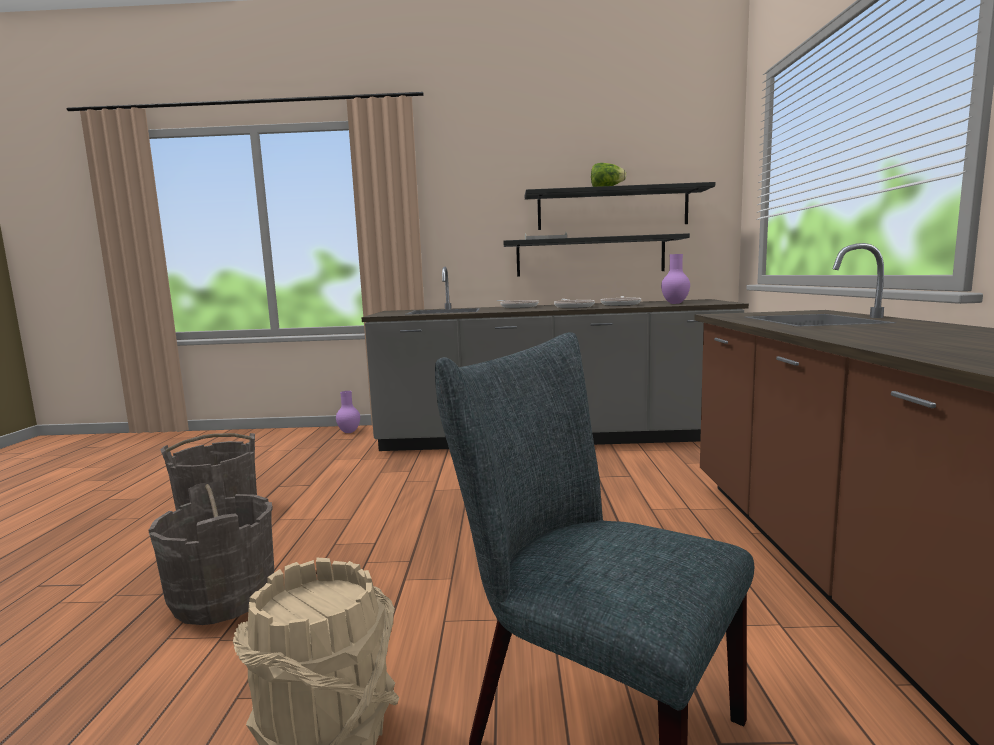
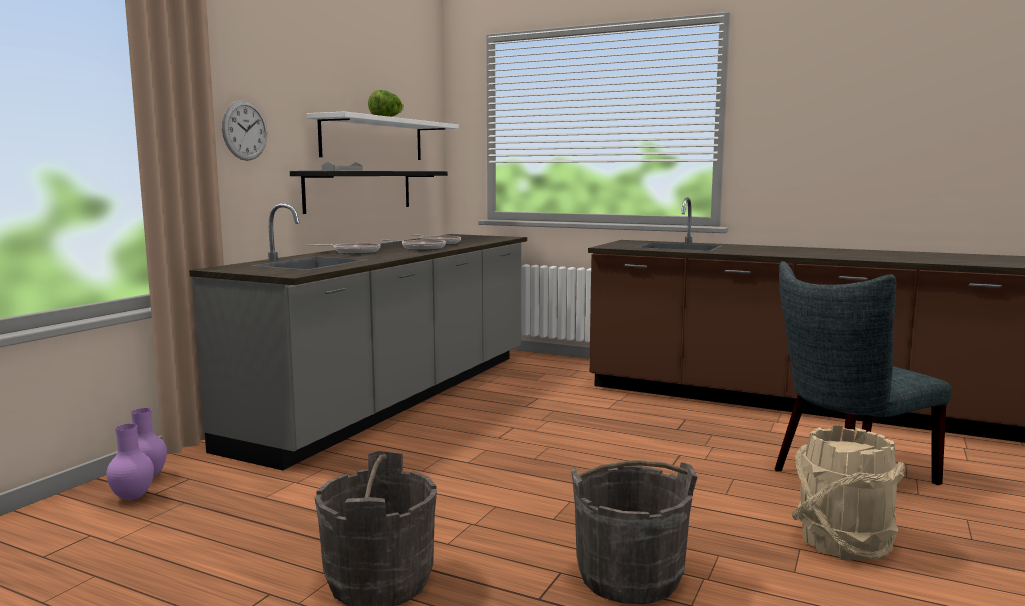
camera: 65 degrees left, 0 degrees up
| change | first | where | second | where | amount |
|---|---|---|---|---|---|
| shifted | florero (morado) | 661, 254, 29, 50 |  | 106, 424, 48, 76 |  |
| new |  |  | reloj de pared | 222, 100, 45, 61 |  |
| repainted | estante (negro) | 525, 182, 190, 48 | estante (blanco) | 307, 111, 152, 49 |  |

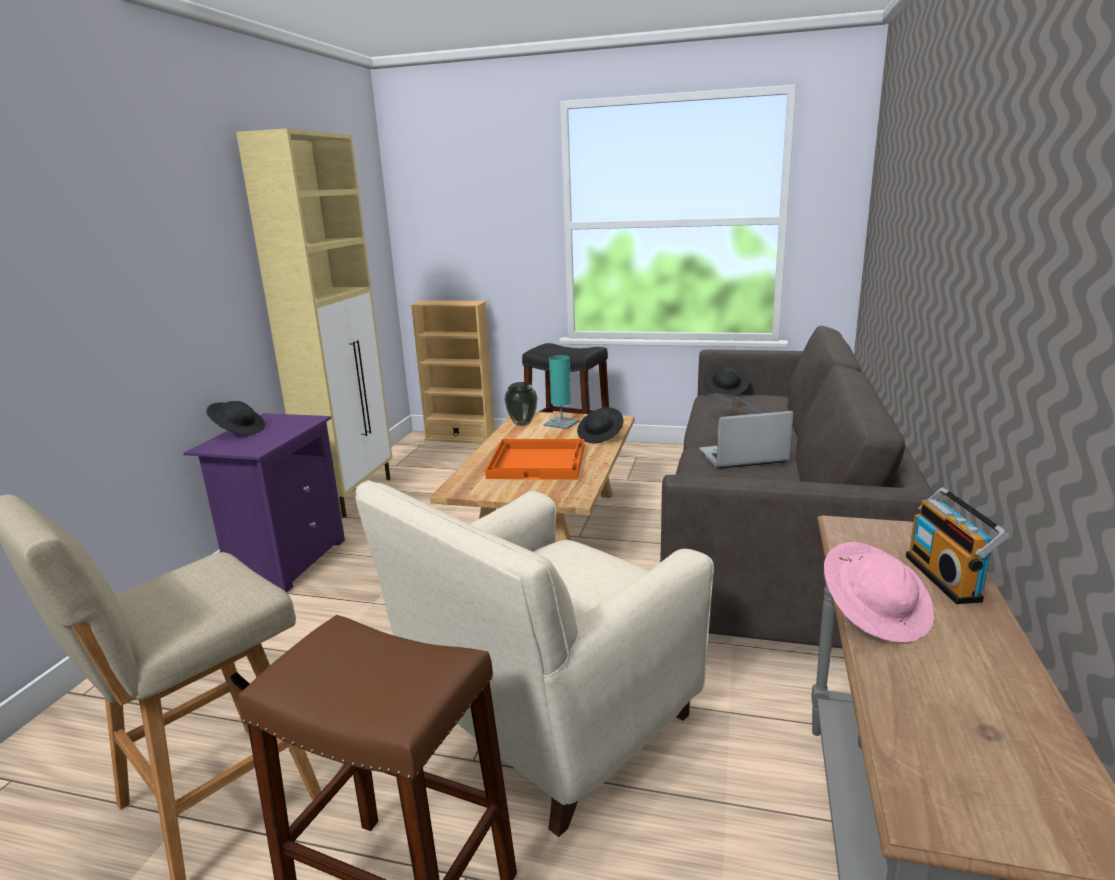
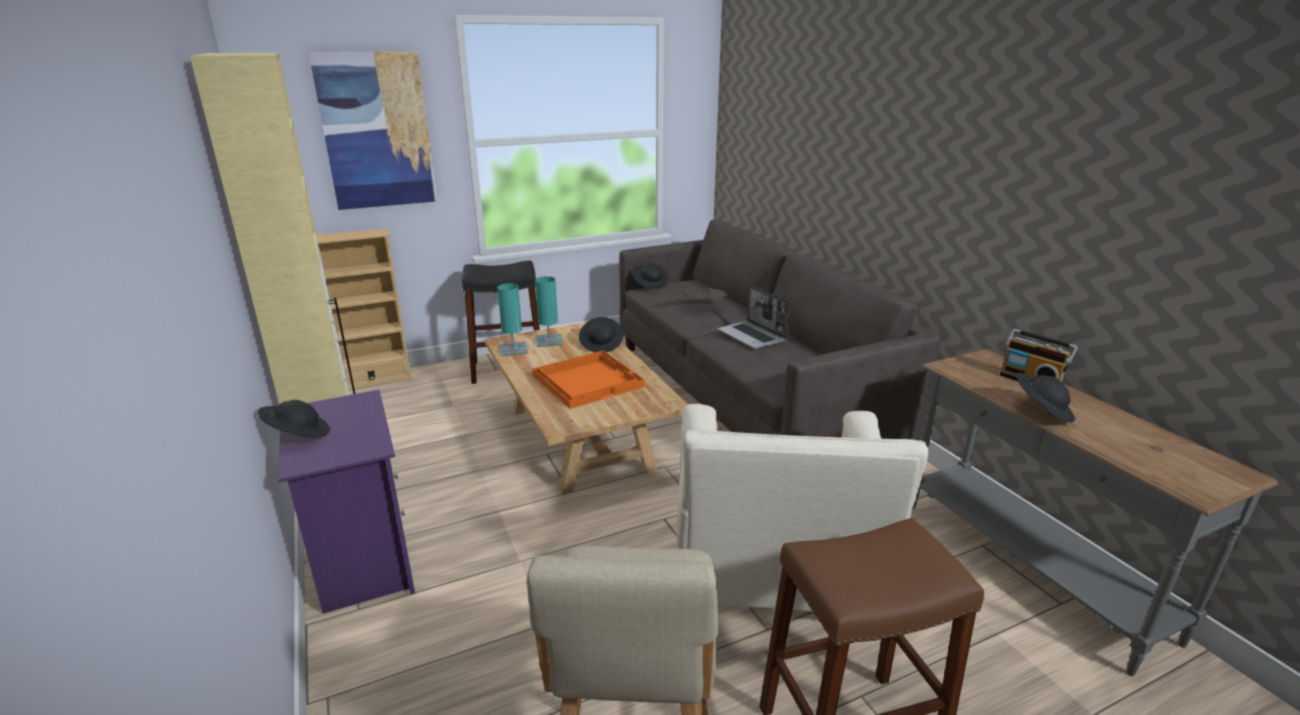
camera: 40 degrees left, 5 degrees up
| change | first | where | second | where | amount |
|---|---|---|---|---|---|
| new |  |  | cuadro | 309, 51, 128, 159 |  |
| swapped | florero | 504, 382, 33, 44 | lámpara de mesa (turquesa) | 497, 283, 31, 73 |  |
| rotated | portátil | 699, 411, 95, 58 |  | 718, 285, 72, 64 | 75 degrees counterclockwise |
| repainted | sombrero (rosa) | 824, 542, 110, 101 | sombrero (negro) | 1017, 372, 58, 51 |  |

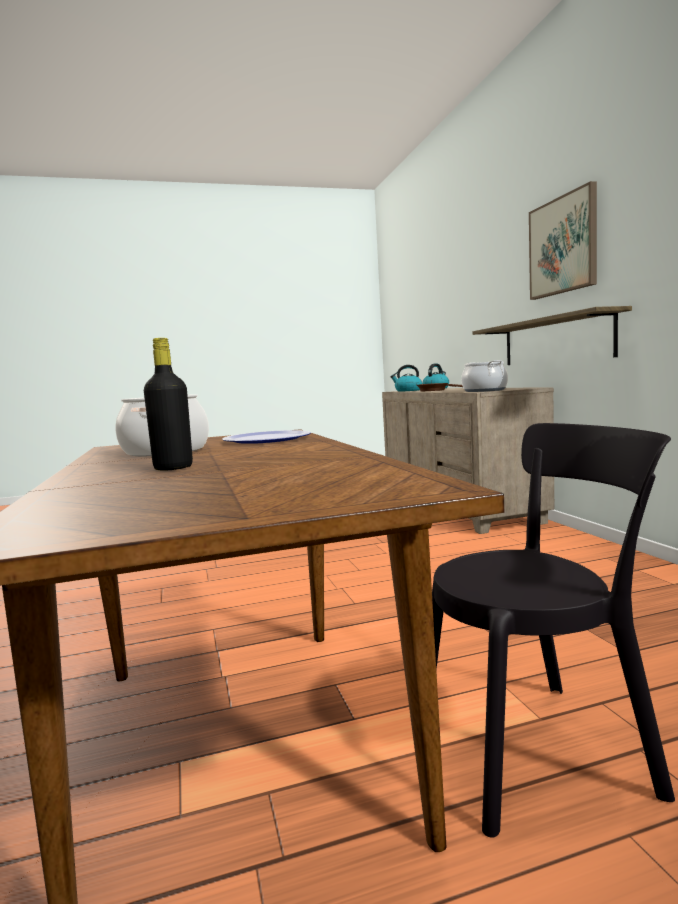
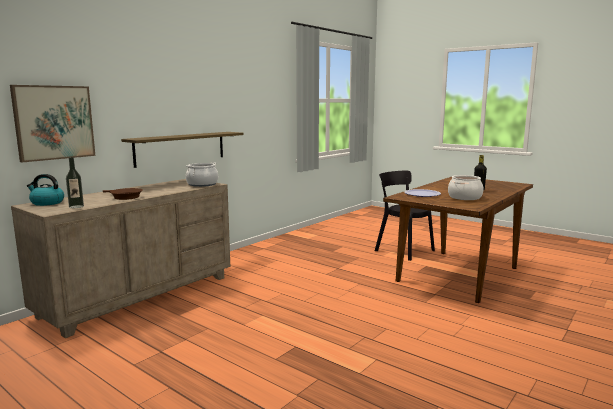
camera: 125 degrees left, 5 degrees up
| change | first | where | second | where | amount |
|---|---|---|---|---|---|
| shifted | cuadro | 529, 181, 68, 119 |  | 10, 85, 85, 78 |  |
| swapped | hervidor | 390, 365, 32, 27 | botella | 66, 157, 18, 51 |  |

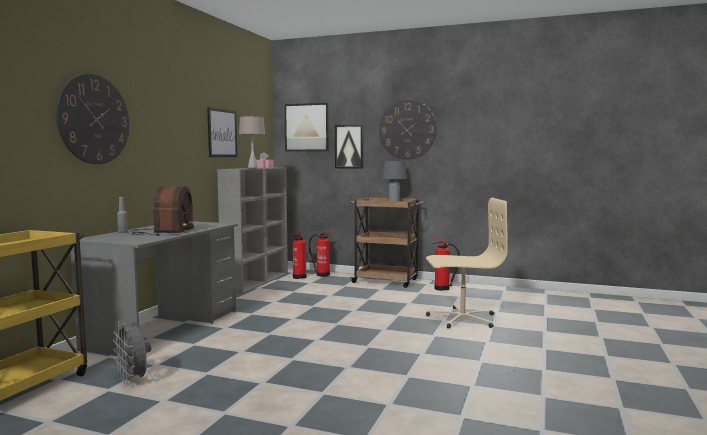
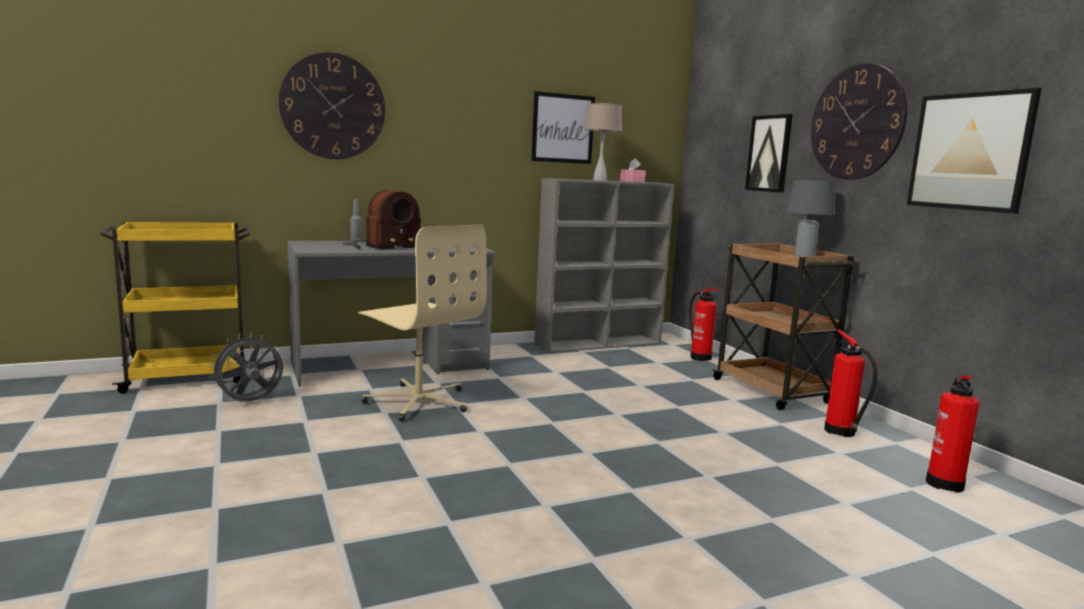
camera: 45 degrees right, 5 degrees up
| change | first | where | second | where | amount |
|---|---|---|---|---|---|
| rotated | ventilador (gris) | 113, 321, 38, 63 |  | 209, 333, 74, 69 | 45 degrees clockwise |
| shifted | silla de oficina (beis) | 426, 198, 82, 131 |  | 357, 225, 130, 196 |  |
| shifted | cuadro | 284, 103, 45, 49 |  | 907, 88, 135, 126 |  |
| shifted | extintor | 293, 231, 13, 48 |  | 926, 376, 53, 117 |  |

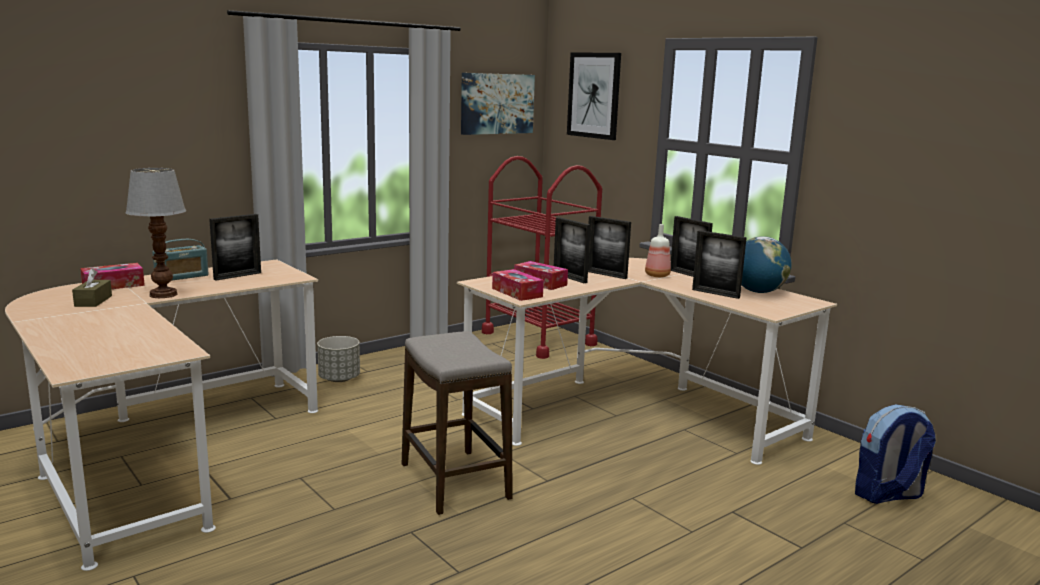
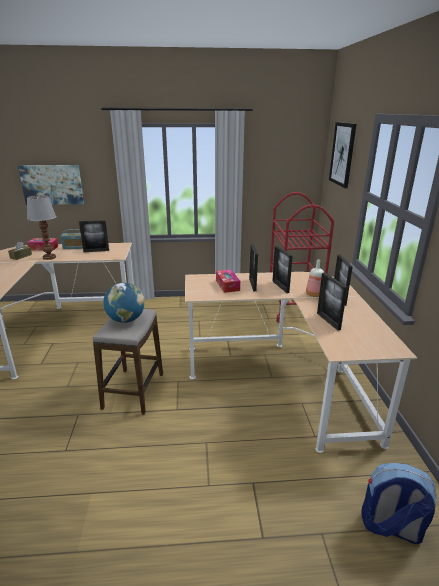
camera: 35 degrees right, 10 degrees up
| change | first | where | second | where | amount |
|---|---|---|---|---|---|
| shifted | cuadro | 461, 73, 74, 62 |  | 18, 165, 66, 40 |  |
| shifted | globo terráqueo | 742, 236, 50, 57 |  | 103, 282, 42, 41 |  |
| gone | maceta (gris) | 317, 336, 43, 46 |  |  |  |
| gone | caja de pañuelos | 492, 269, 52, 32 |  |  |  |

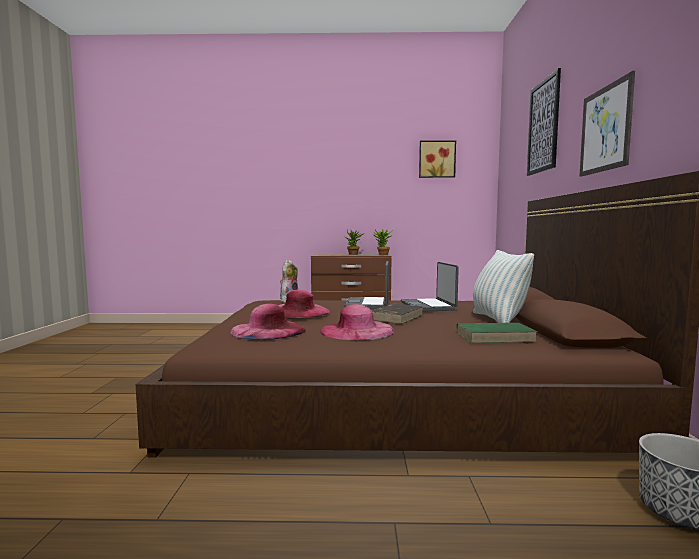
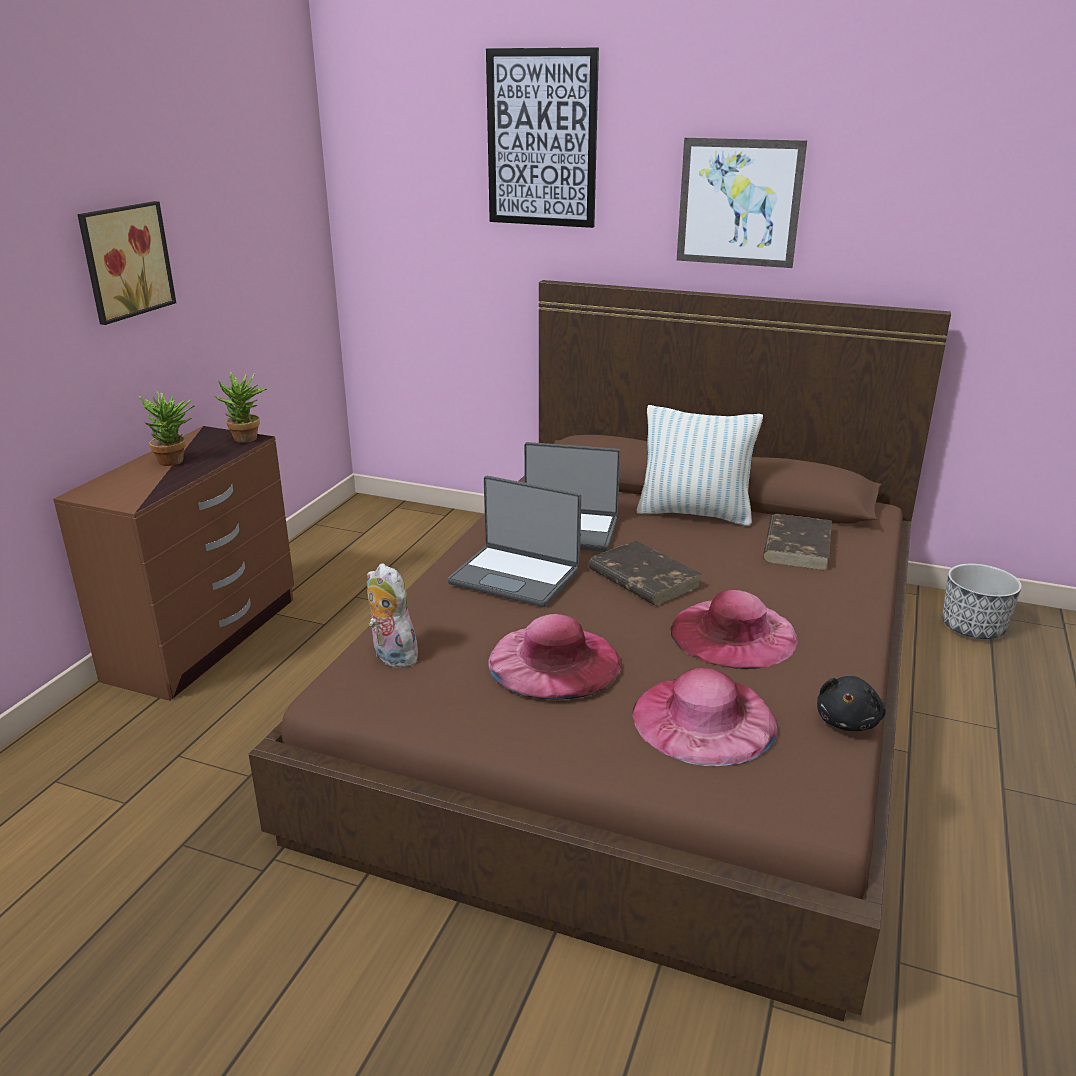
camera: 70 degrees left, 20 degrees up
| change | first | where | second | where | amount |
|---|---|---|---|---|---|
| shifted | cuadro | 419, 140, 37, 38 |  | 77, 201, 99, 124 |  |
| repainted | libro (verde) | 456, 323, 82, 20 | libro (marrón) | 763, 514, 69, 57 |  |
| new |  |  | peluche (negro) | 817, 676, 69, 55 |  |

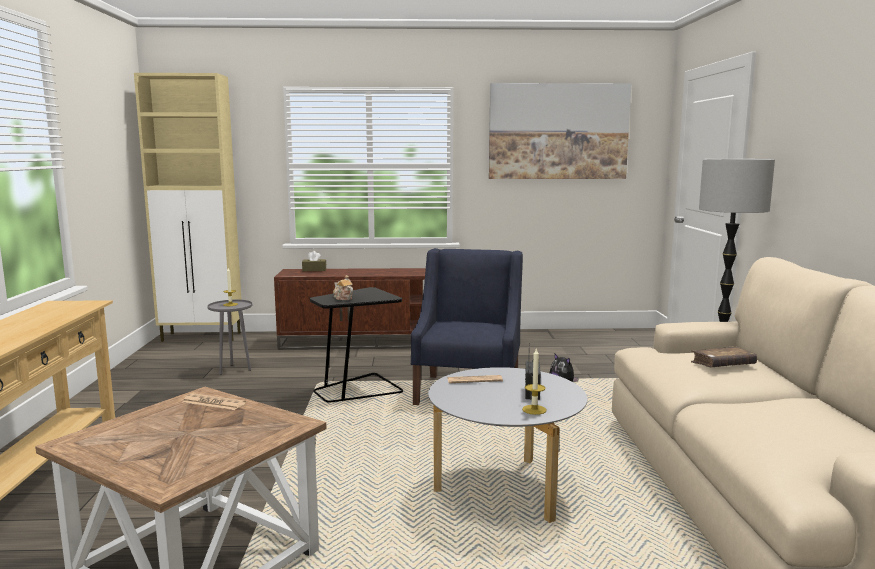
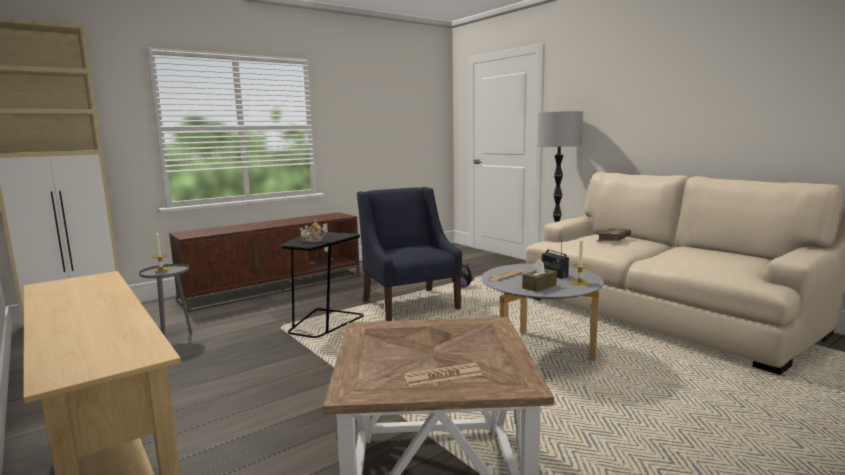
camera: 35 degrees left, 0 degrees up
| change | first | where | second | where | amount |
|---|---|---|---|---|---|
| shifted | periódico | 183, 393, 63, 17 |  | 404, 363, 78, 24 |  |
| shifted | caja de pañuelos (marrón) | 302, 251, 24, 20 |  | 522, 259, 35, 33 |  |
| gone | cuadro | 489, 83, 142, 96 |  |  |  |

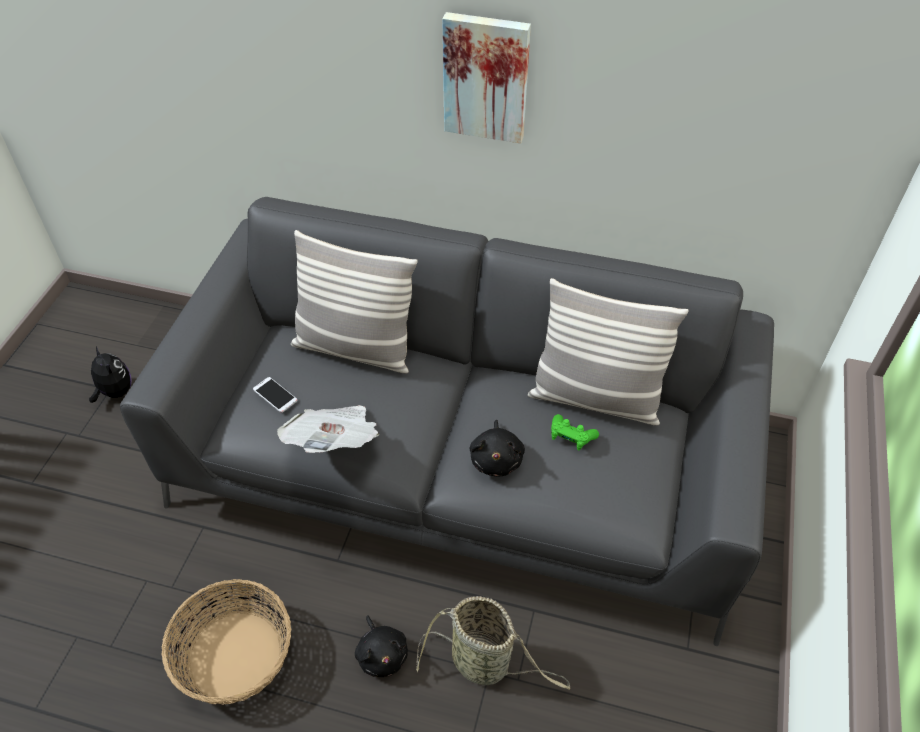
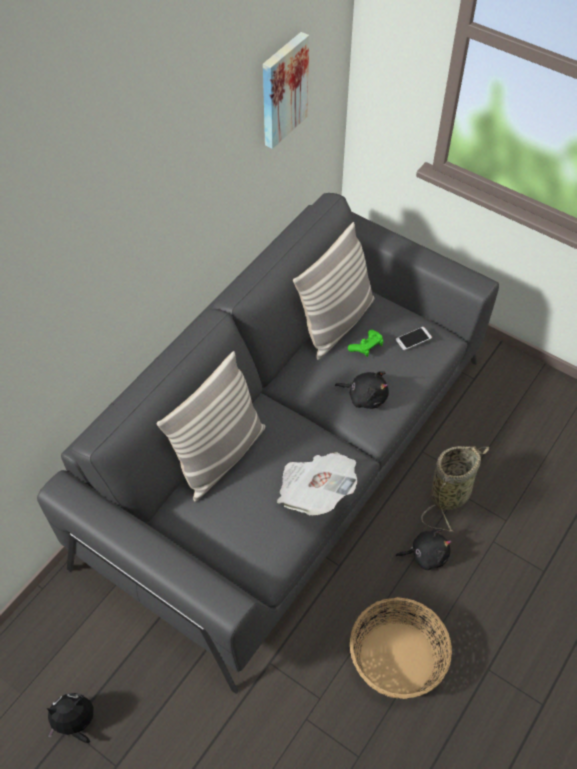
camera: 70 degrees left, 5 degrees up
| change | first | where | second | where | amount |
|---|---|---|---|---|---|
| shifted | cuadro | 442, 12, 89, 131 |  | 263, 32, 46, 117 |  |
| shifted | móvil | 253, 377, 44, 36 |  | 396, 327, 36, 23 |  |

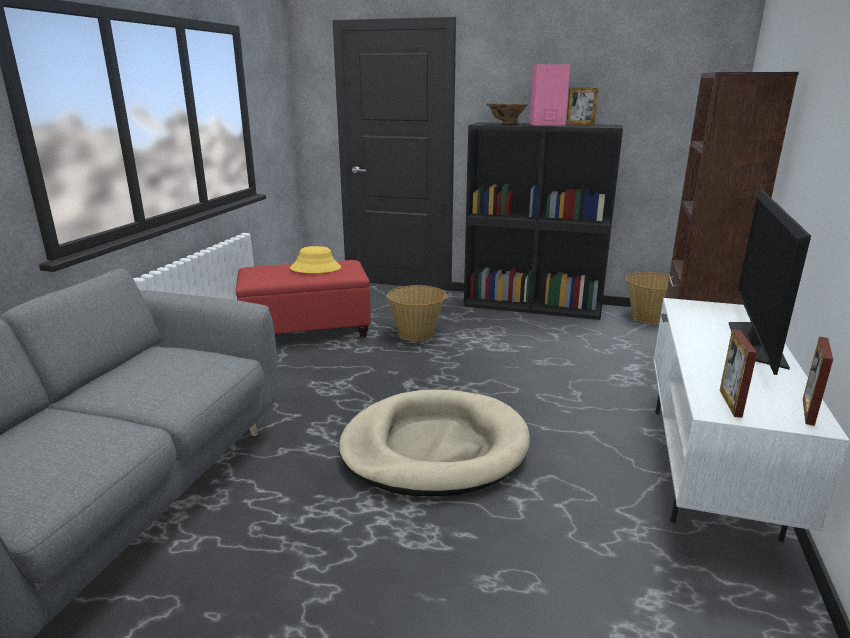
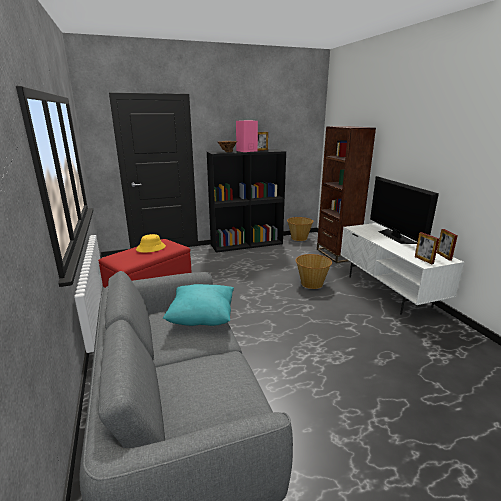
camera: 35 degrees left, 0 degrees up
| change | first | where | second | where | amount |
|---|---|---|---|---|---|
| new |  |  | cojín (turquesa) | 163, 284, 71, 42 |  |
| shifted | cesta | 387, 285, 60, 56 |  | 296, 254, 36, 35 |  |
| gone | cama para perro (beis) | 339, 390, 191, 106 |  |  |  |

